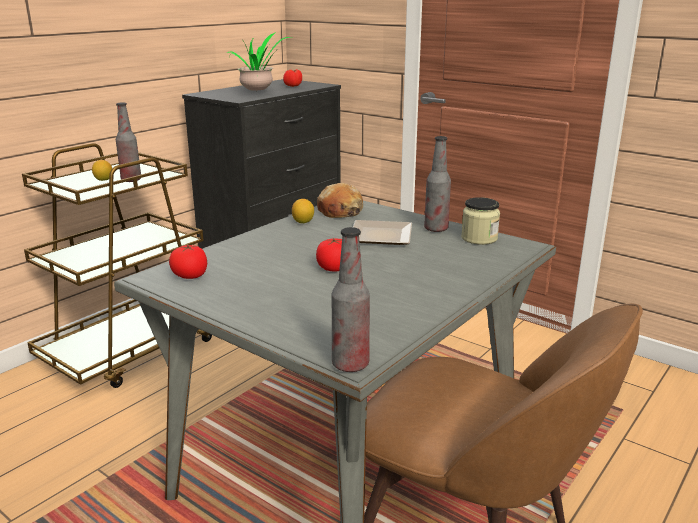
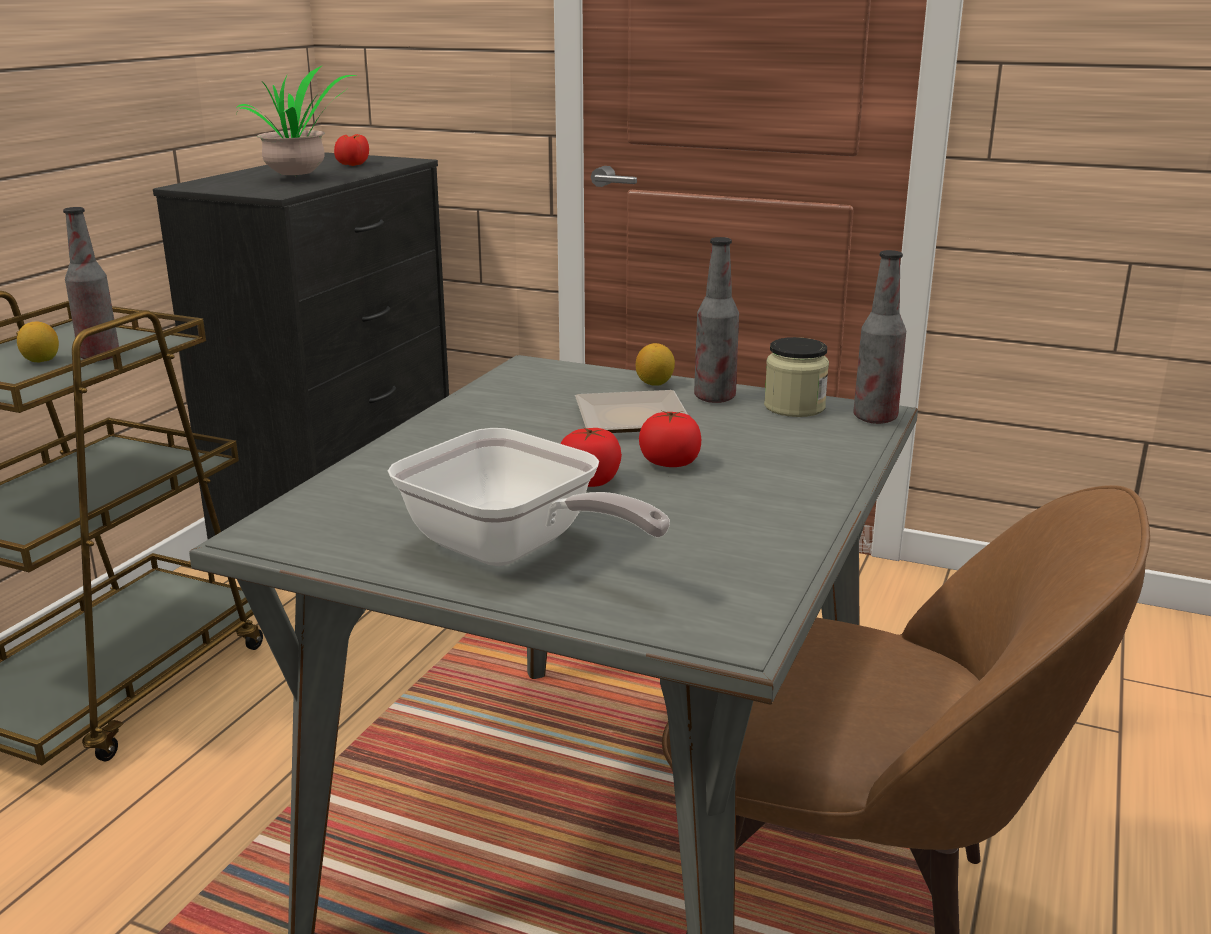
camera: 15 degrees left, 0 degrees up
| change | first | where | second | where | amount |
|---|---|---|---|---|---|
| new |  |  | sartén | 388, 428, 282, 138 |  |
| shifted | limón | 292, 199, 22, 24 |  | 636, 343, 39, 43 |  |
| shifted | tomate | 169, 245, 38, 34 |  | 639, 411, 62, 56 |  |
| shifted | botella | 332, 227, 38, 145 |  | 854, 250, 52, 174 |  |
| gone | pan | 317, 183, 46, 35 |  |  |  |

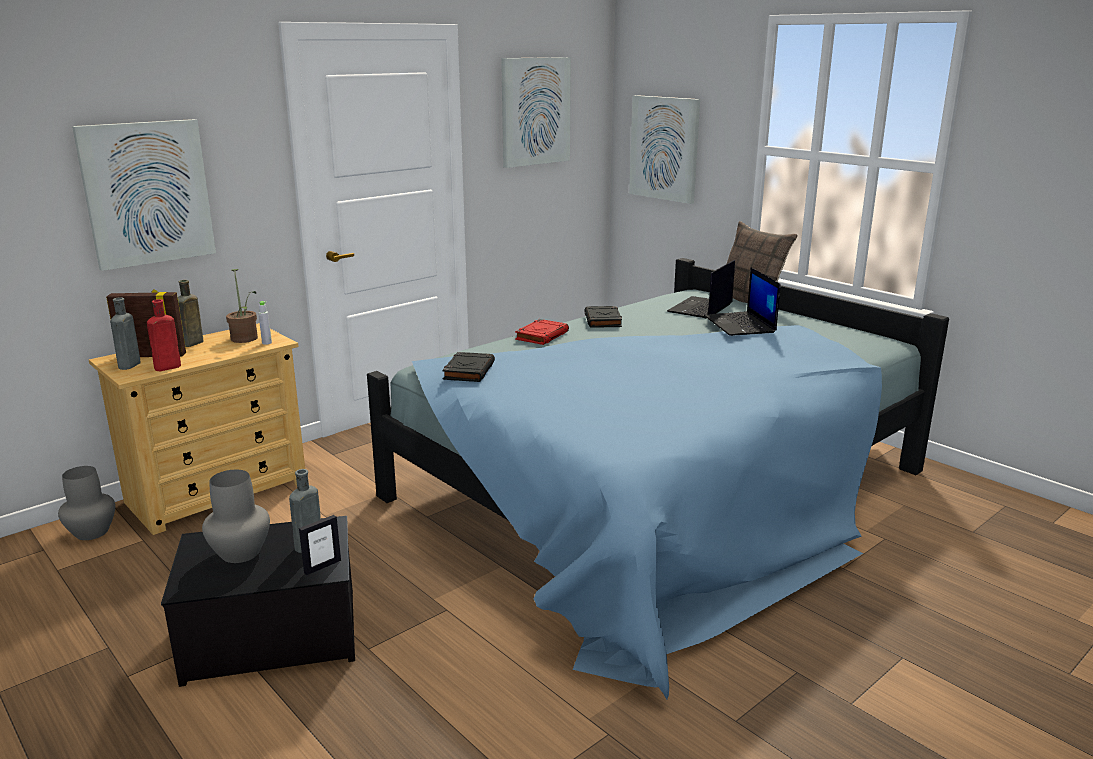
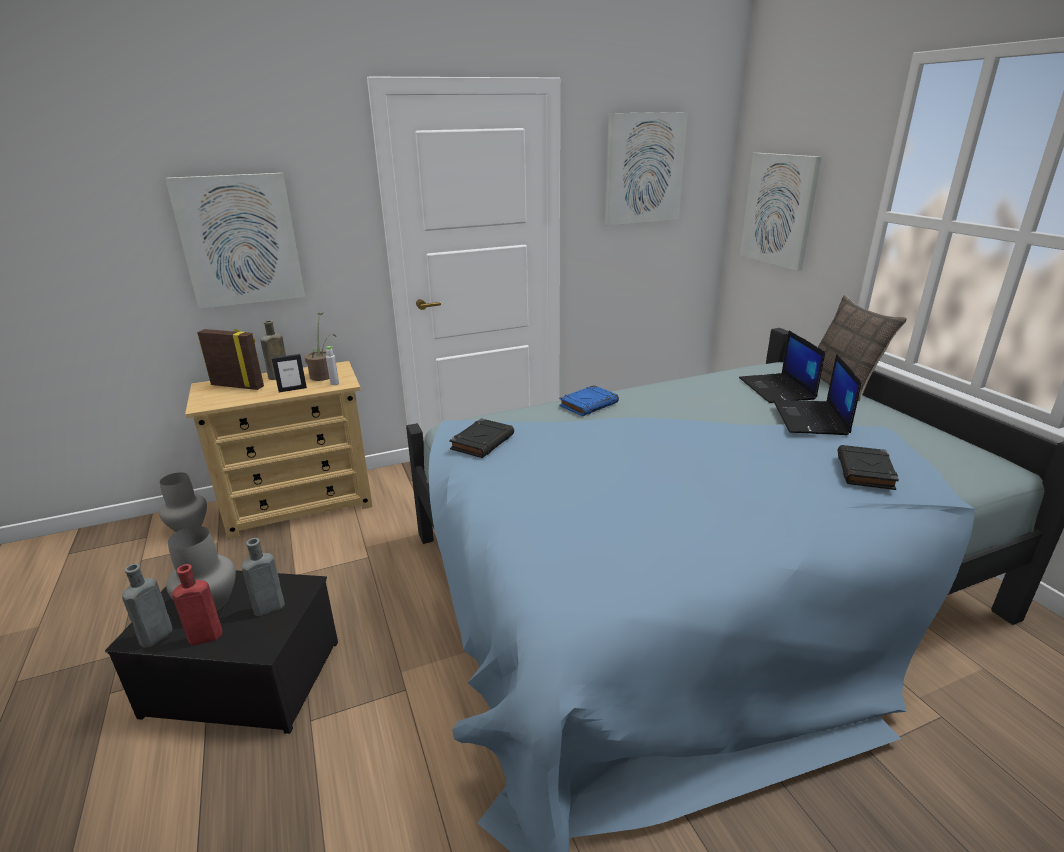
camera: 20 degrees right, 5 degrees up
| change | first | where | second | where | amount |
|---|---|---|---|---|---|
| shifted | botella (gris) | 110, 297, 31, 73 |  | 122, 563, 51, 85 |  |
| shifted | botella (rojo) | 147, 299, 34, 72 |  | 172, 564, 51, 81 |  |
| shifted | portarretratos | 299, 515, 42, 60 |  | 272, 354, 35, 39 |  |
| repainted | libro (rojo) | 515, 319, 54, 26 | libro (azul) | 559, 385, 60, 31 |  |
| rotated | portátil | 667, 260, 68, 58 |  | 739, 331, 86, 72 | 60 degrees counterclockwise |
| shifted | libro (negro) | 584, 306, 38, 22 |  | 837, 445, 62, 45 |  |

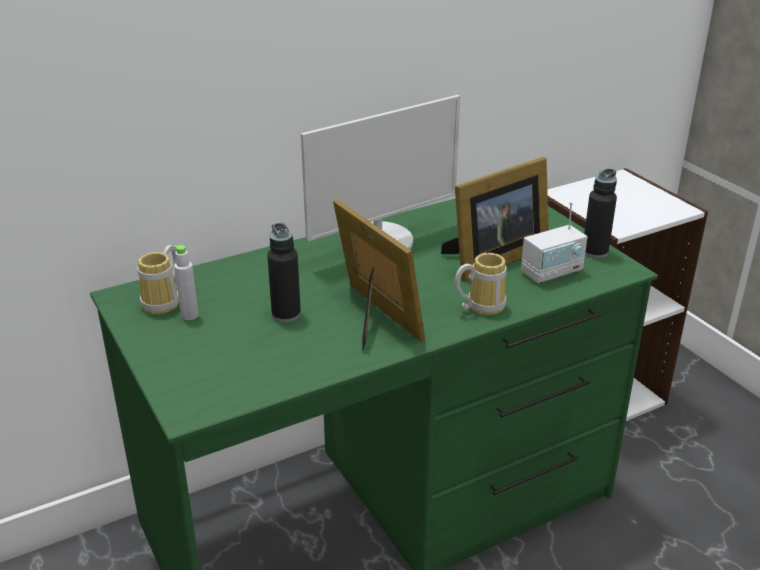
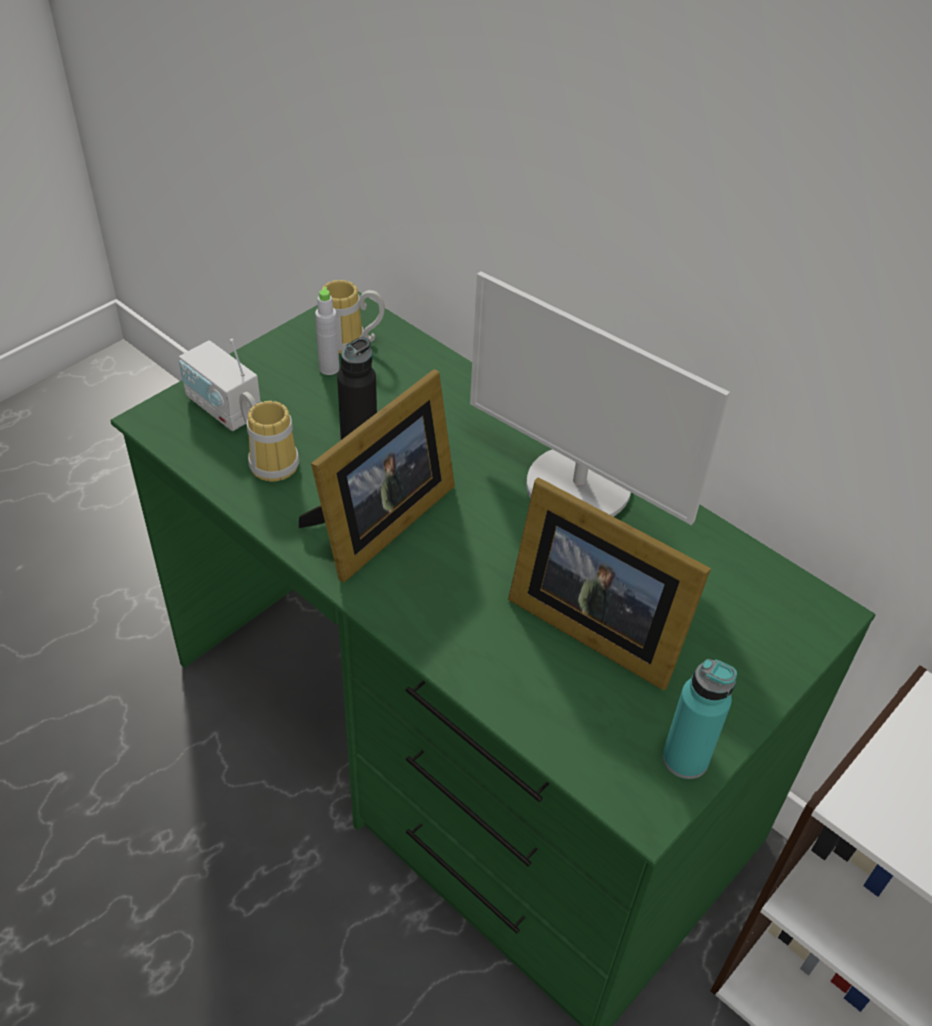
camera: 70 degrees right, 15 degrees up
| change | first | where | second | where | amount |
|---|---|---|---|---|---|
| shifted | radio | 521, 202, 67, 82 |  | 179, 339, 82, 92 |  |
| shifted | taza grande | 455, 253, 51, 62 |  | 239, 392, 60, 89 |  |
| repainted | botella (negro) | 584, 168, 33, 90 | botella (turquesa) | 663, 659, 74, 120 |  |

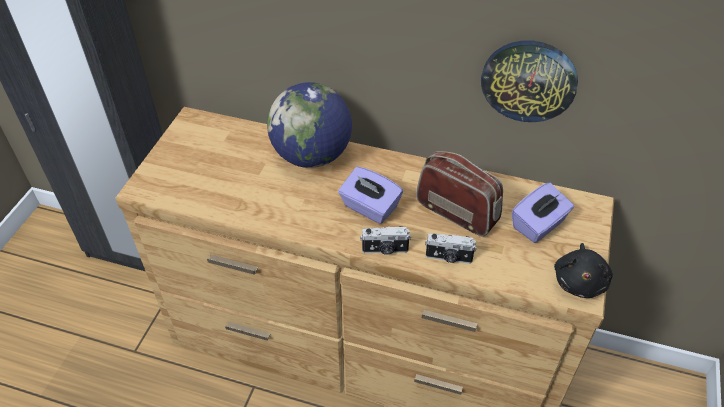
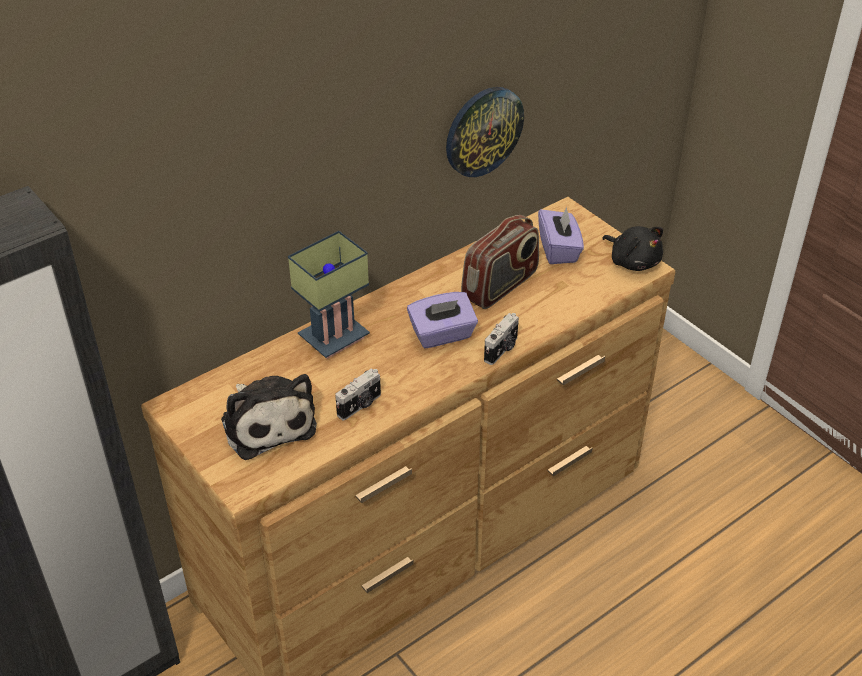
camera: 55 degrees left, 5 degrees down
| change | first | where | second | where | amount |
|---|---|---|---|---|---|
| new |  |  | peluche | 221, 374, 96, 86 |  |
| swapped | globo terráqueo | 267, 82, 85, 86 | lámpara de mesa | 288, 231, 82, 128 |  |
| shifted | cámara | 425, 233, 52, 31 |  | 335, 368, 46, 52 |  |
| rotated | radio | 416, 151, 87, 85 |  | 461, 215, 78, 94 | 150 degrees clockwise |

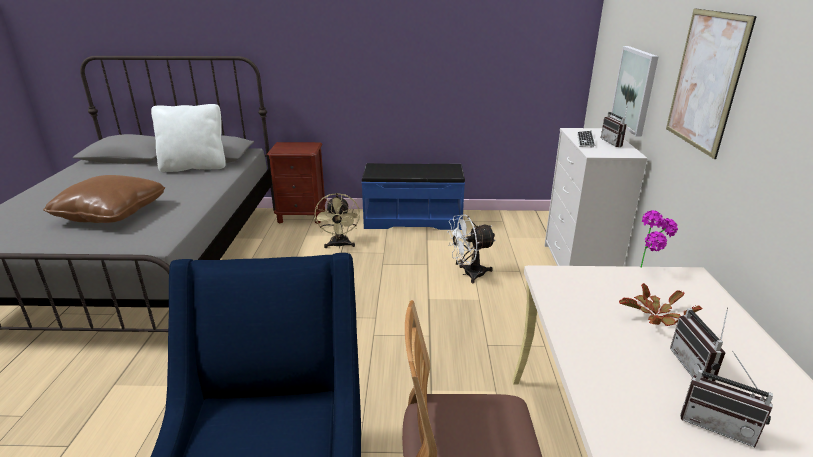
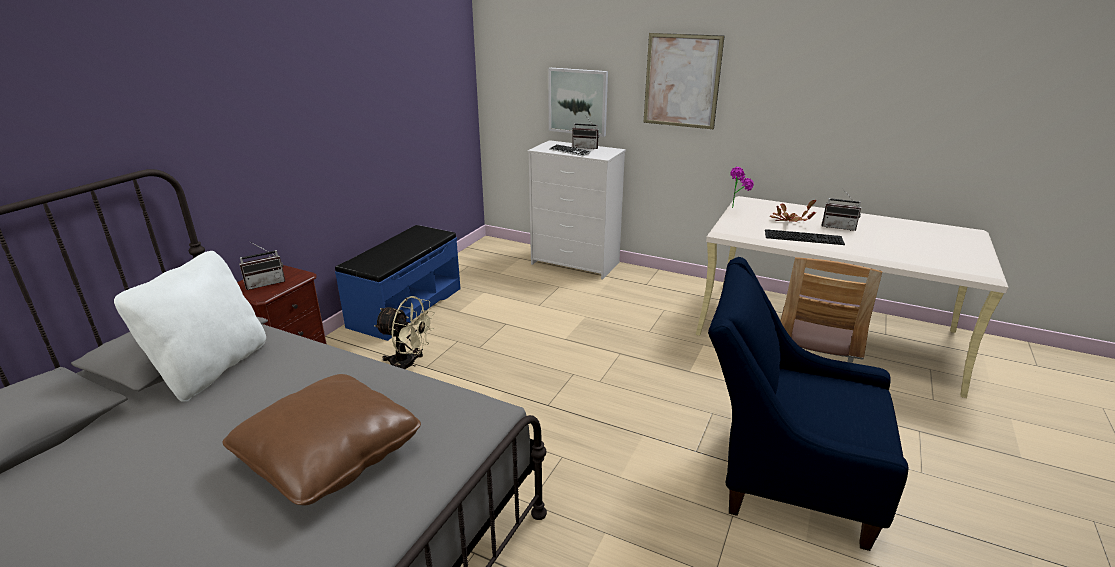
camera: 65 degrees left, 0 degrees up
| change | first | where | second | where | amount |
|---|---|---|---|---|---|
| shifted | radio | 680, 351, 93, 96 |  | 239, 243, 46, 47 |  |
| new |  |  | teclado | 765, 229, 80, 16 |  |
| gone | ventilador (blanco) | 447, 214, 49, 69 |  |  |  |

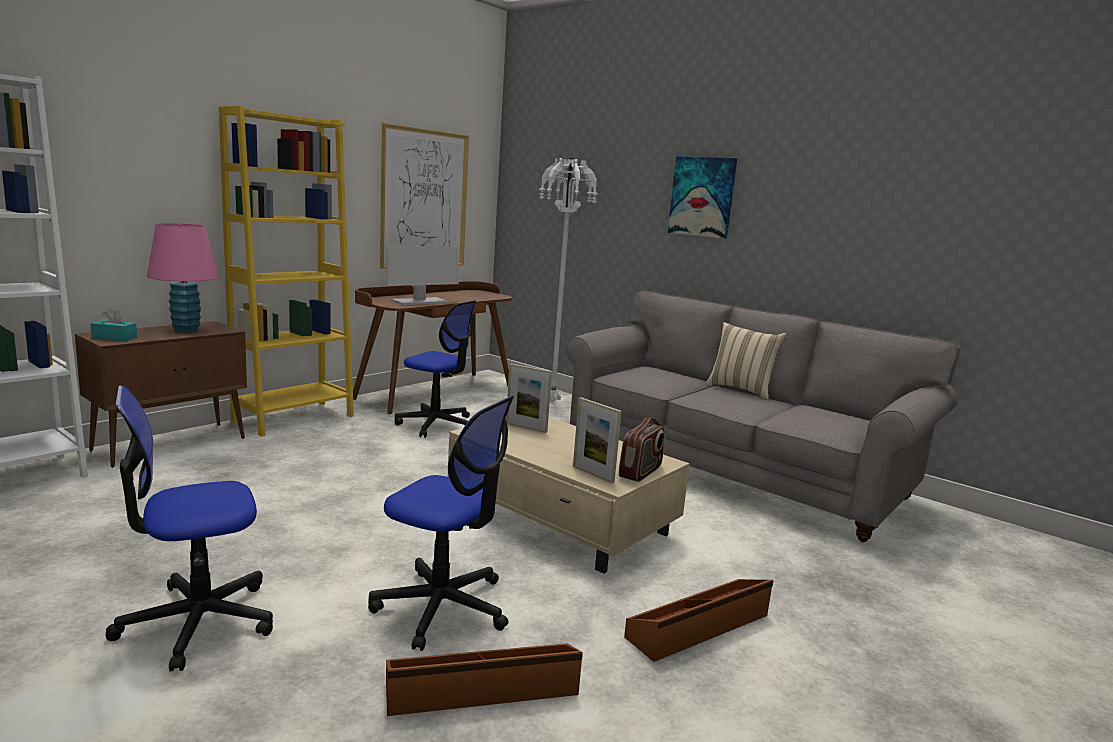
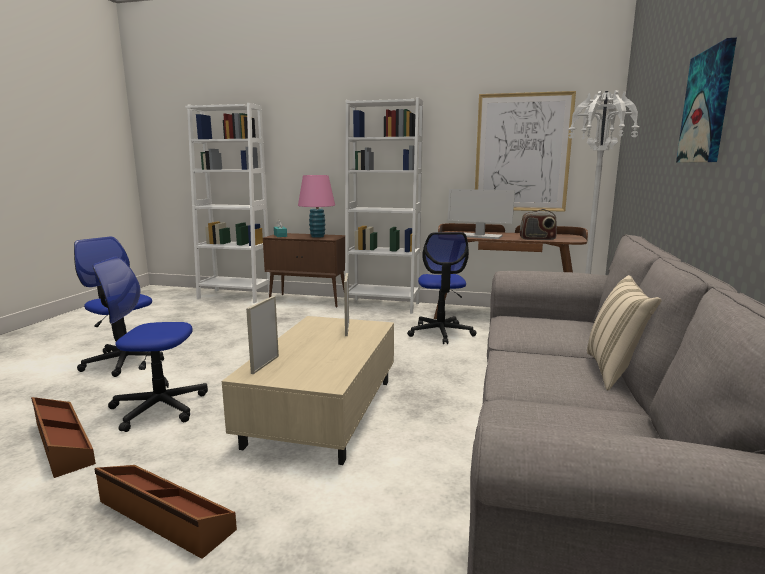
camera: 65 degrees right, 0 degrees up
| change | first | where | second | where | amount |
|---|---|---|---|---|---|
| rotated | silla de oficina | 368, 396, 146, 255 |  | 93, 256, 115, 176 | 90 degrees clockwise |
| repainted | estantería (amarillo) | 219, 106, 135, 331 | estantería (blanco) | 345, 98, 78, 216 |  |
| shifted | radio | 619, 418, 46, 64 |  | 520, 209, 37, 31 |  |

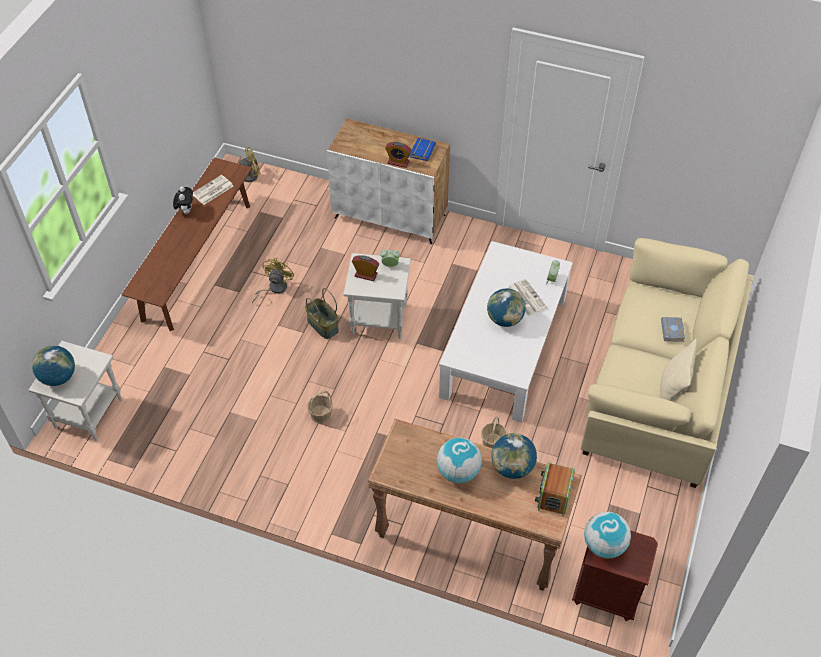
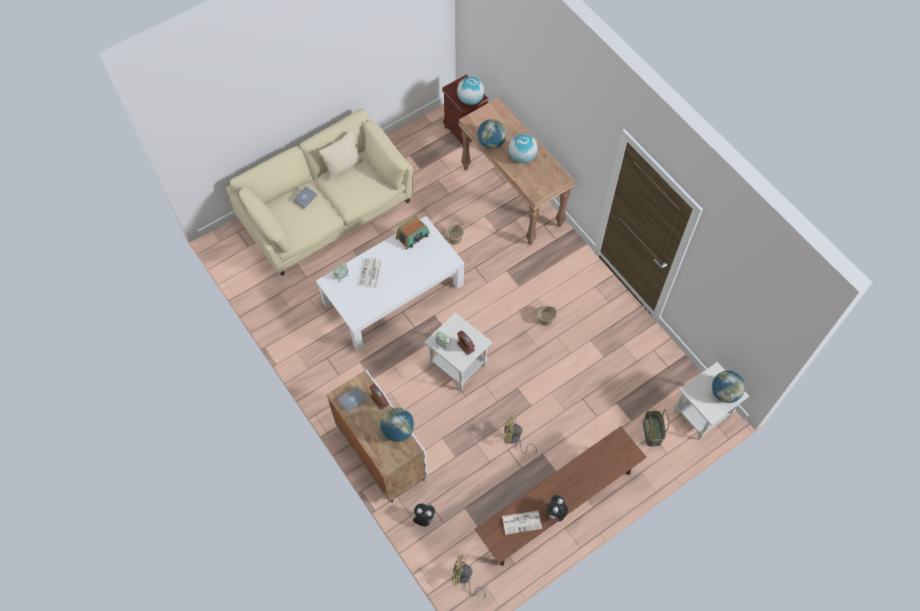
camera: 145 degrees left, 10 degrees up
| change | first | where | second | where | amount |
|---|---|---|---|---|---|
| repainted | libro (azul) | 410, 138, 26, 23 | libro (gris) | 338, 386, 29, 26 |  |
| shifted | globo terráqueo | 487, 288, 39, 39 |  | 380, 407, 34, 35 |  |
| shifted | radio | 535, 461, 40, 56 |  | 396, 215, 34, 35 |  |
| new |  |  | peluche | 412, 504, 23, 23 |  |
| rotated | ventilador (amarillo) | 252, 258, 42, 46 |  | 504, 417, 33, 37 | 45 degrees clockwise |
| shifted | cesta | 305, 288, 34, 51 |  | 643, 409, 26, 38 |  |

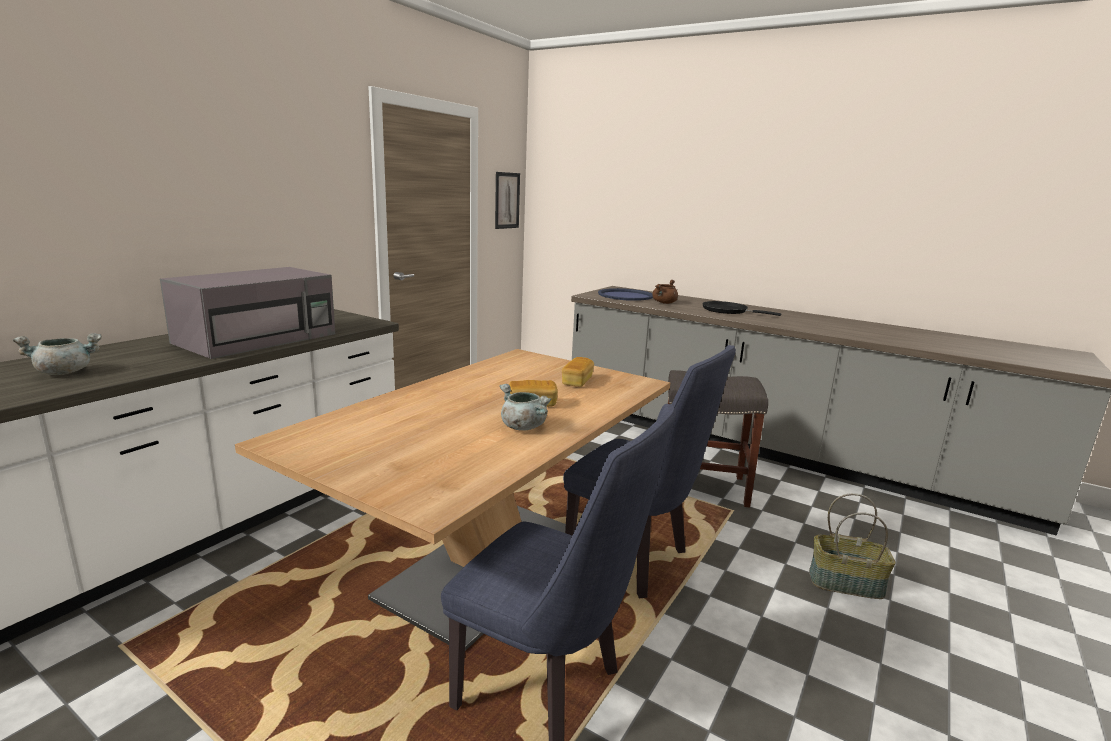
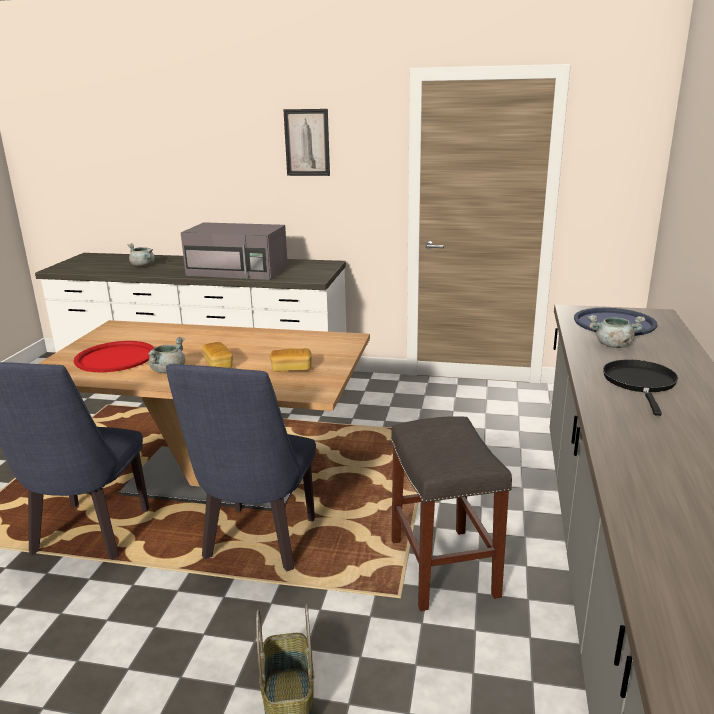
camera: 70 degrees right, 5 degrees up
| change | first | where | second | where | amount |
|---|---|---|---|---|---|
| new |  |  | bandeja (rojo) | 74, 341, 80, 31 |  |
| shifted | cuadro | 495, 172, 25, 57 |  | 283, 109, 47, 67 |  |
| repainted | olla (marrón) | 652, 280, 26, 24 | olla (gris) | 588, 315, 58, 33 |  |

